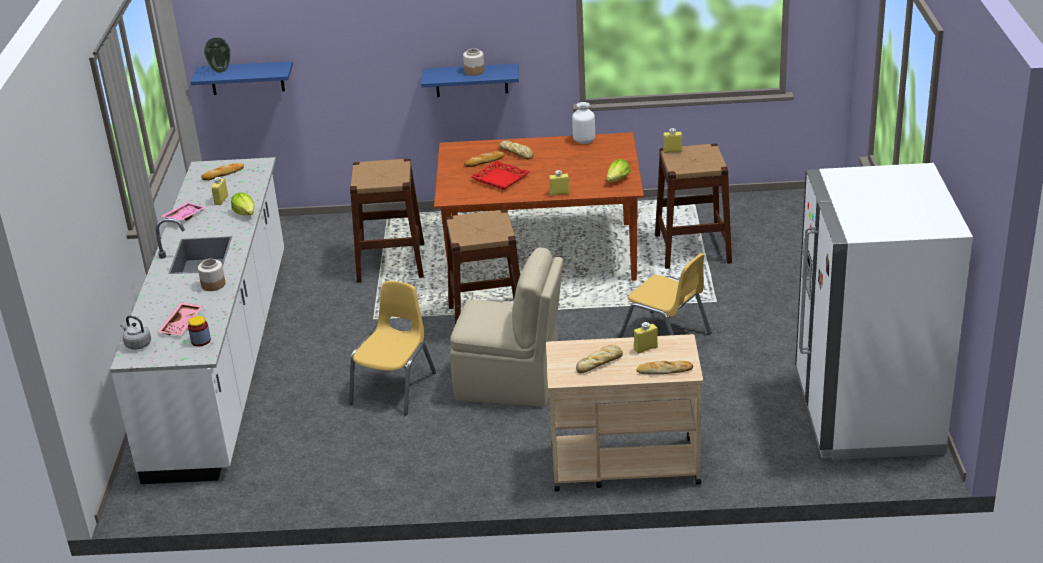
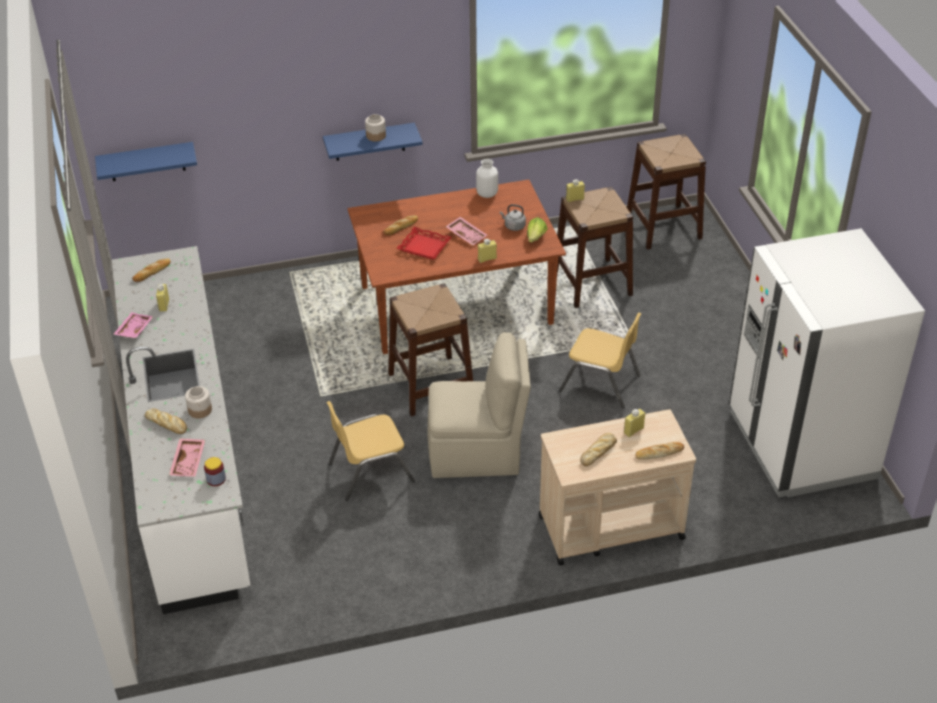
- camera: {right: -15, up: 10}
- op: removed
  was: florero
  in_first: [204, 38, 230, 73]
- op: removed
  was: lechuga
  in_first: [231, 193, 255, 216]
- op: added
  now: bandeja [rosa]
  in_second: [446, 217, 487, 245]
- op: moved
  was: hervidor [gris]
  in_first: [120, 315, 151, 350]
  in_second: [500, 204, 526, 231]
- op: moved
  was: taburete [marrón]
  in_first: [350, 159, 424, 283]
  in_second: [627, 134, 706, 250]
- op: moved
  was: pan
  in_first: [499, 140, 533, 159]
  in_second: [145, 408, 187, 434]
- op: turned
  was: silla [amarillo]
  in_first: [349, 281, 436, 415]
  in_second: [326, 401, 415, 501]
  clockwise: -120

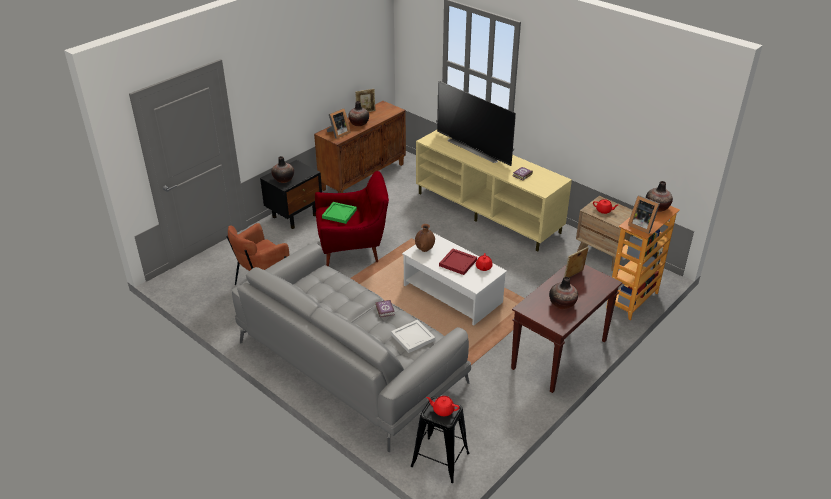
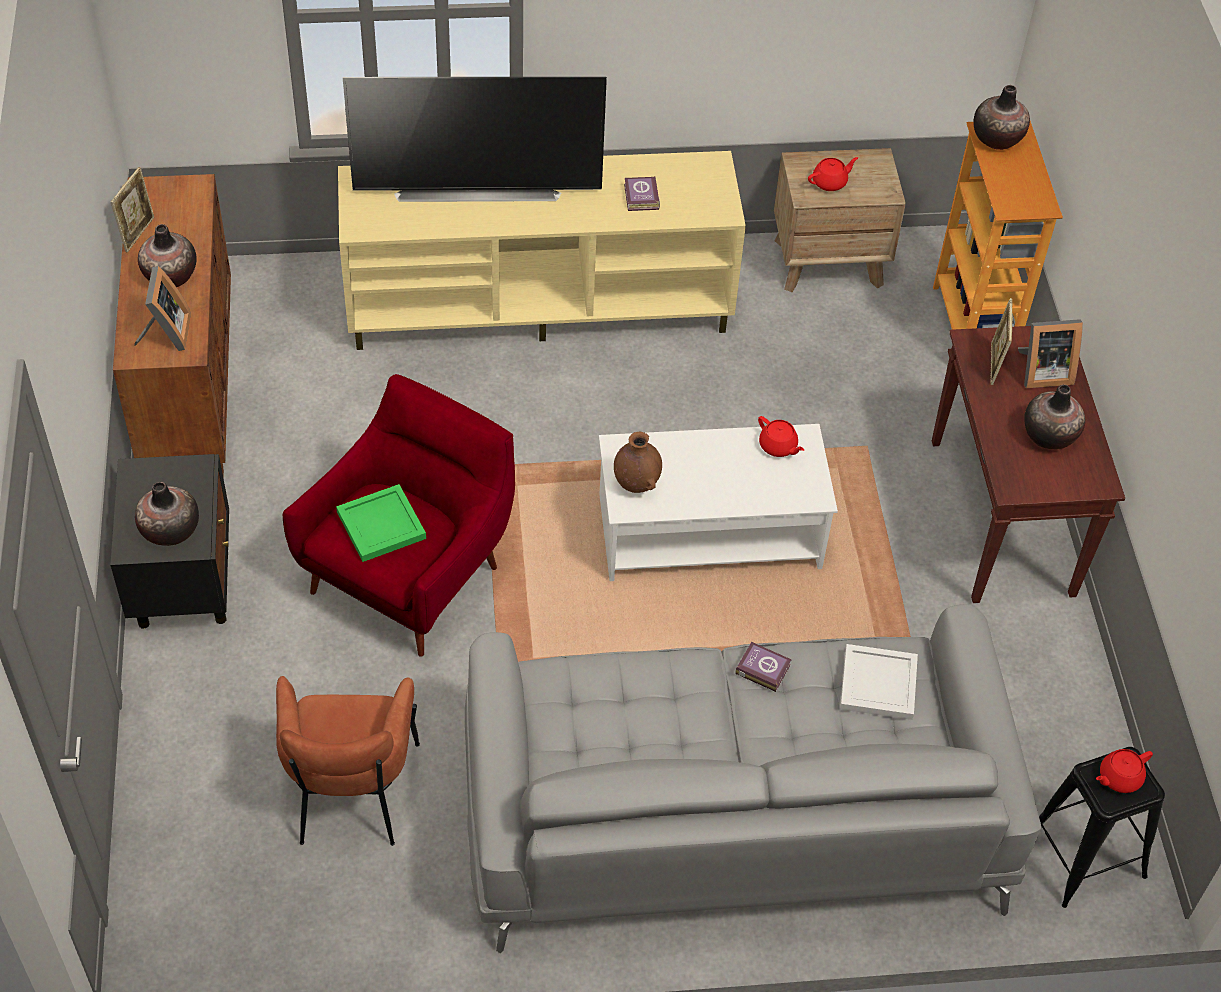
- camera: {right: -50, up: 15}
- op: removed
  was: bandeja [rojo]
  in_first: [439, 249, 477, 275]
- op: moved
  was: portarretratos
  in_first: [628, 195, 660, 234]
  in_second: [1018, 319, 1083, 388]

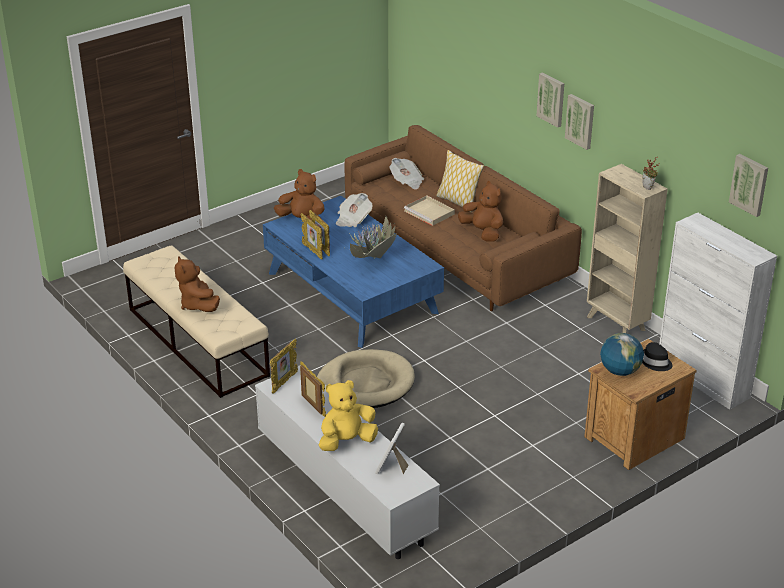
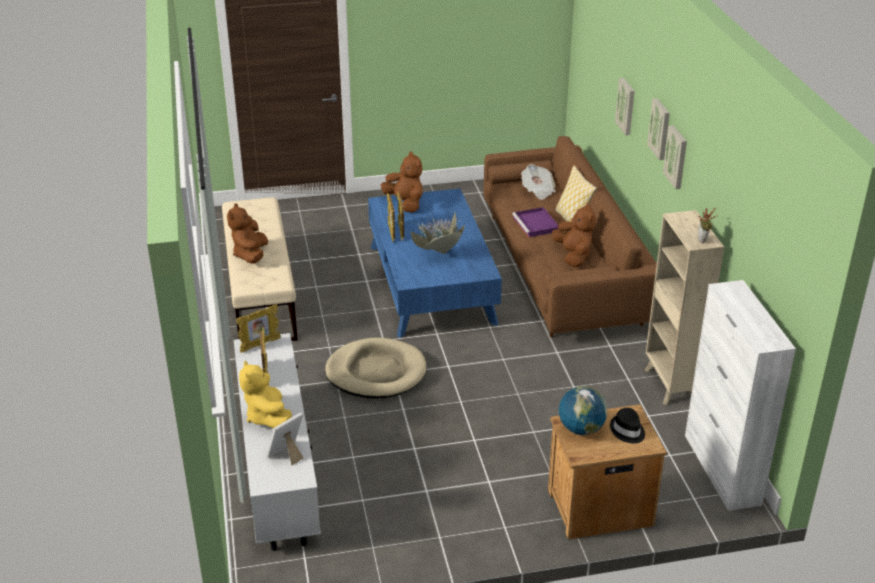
- camera: {right: 25, up: 0}
- op: removed
  was: periódico
  in_first: [336, 193, 373, 227]
- op: moved
  was: cuadro
  in_first: [729, 154, 768, 217]
  in_second: [615, 78, 634, 135]
- op: recoloured
  was: bandeja [beis]
  now: bandeja [morado]
  in_first: [404, 195, 455, 226]
  in_second: [512, 207, 558, 237]
- op: turned
  was: peluche [amarillo]
  in_first: [319, 380, 378, 451]
  in_second: [239, 360, 292, 429]
  clockwise: -105

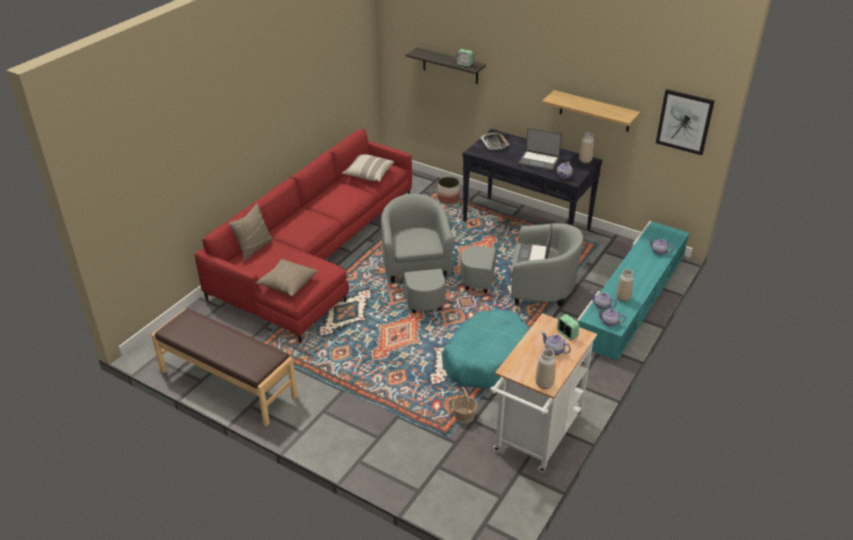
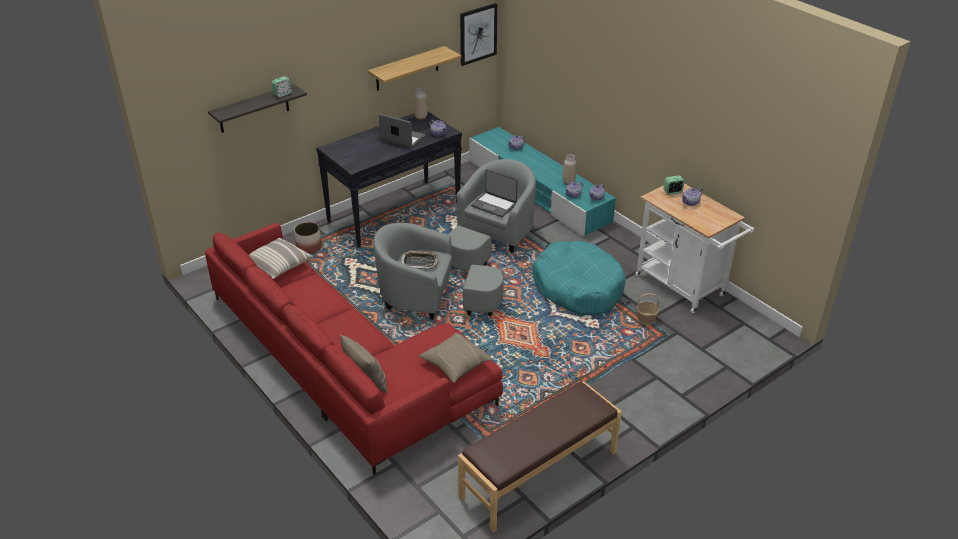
- camera: {right: -70, up: 0}
- op: removed
  was: florero
  in_first: [535, 349, 556, 389]
- op: moved
  was: bandeja
  in_first: [480, 132, 510, 150]
  in_second: [400, 250, 439, 270]
- op: turned
  was: portátil
  in_first: [518, 128, 562, 171]
  in_second: [379, 114, 426, 148]
  clockwise: -105

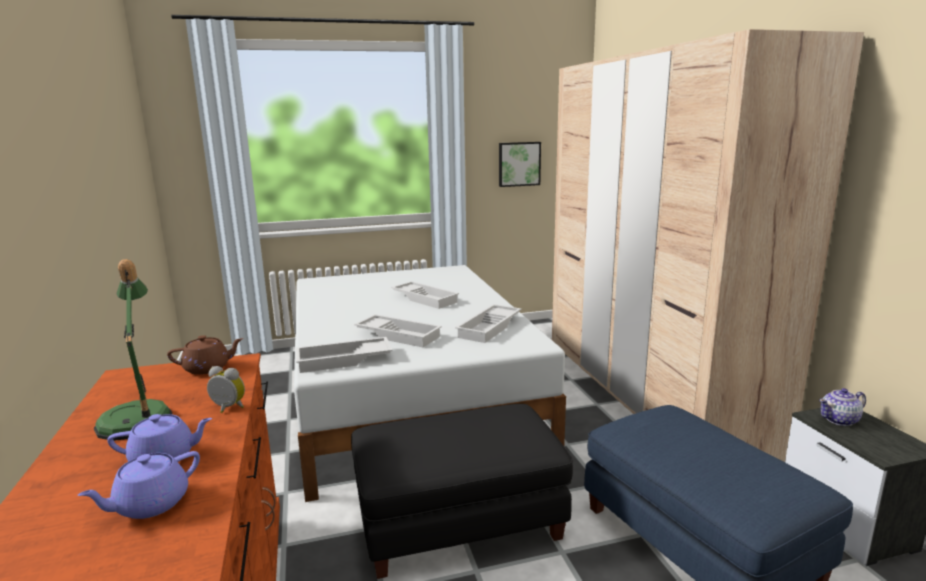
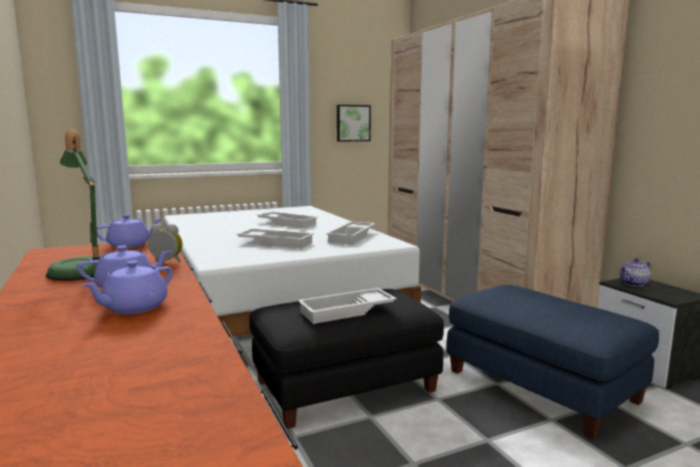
- camera: {right: -10, up: -5}
- op: moved
  was: bandeja [blanco]
  in_first: [296, 337, 392, 373]
  in_second: [298, 288, 396, 324]
- op: recoloured
  was: tetera [marrón]
  now: tetera [morado]
  in_first: [167, 335, 243, 375]
  in_second: [97, 215, 162, 248]

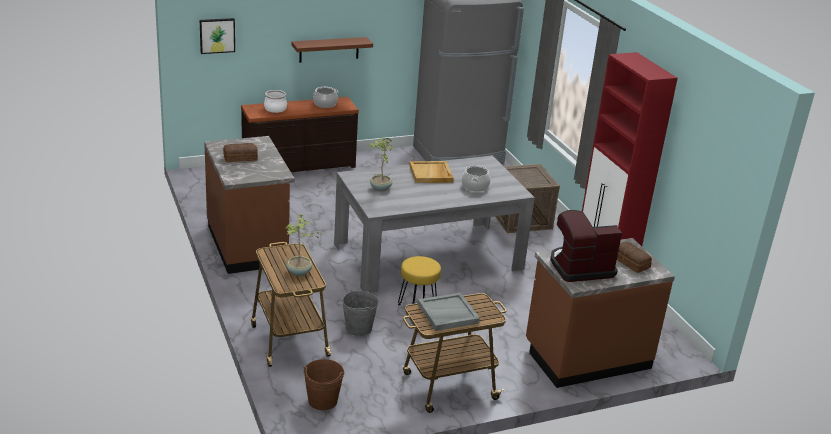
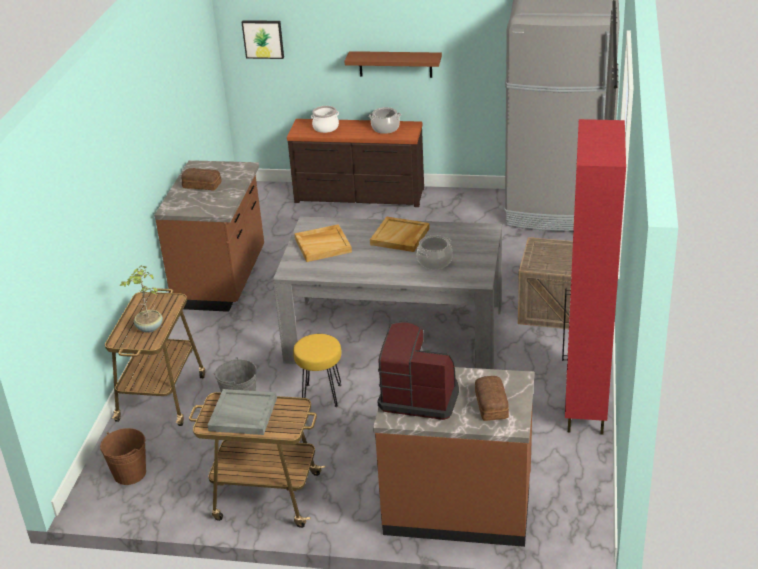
- camera: {right: 35, up: 5}
- op: replaced
  was: planta en maceta
  now: bandeja [beis]
  in_first: [369, 138, 392, 191]
  in_second: [294, 224, 352, 262]

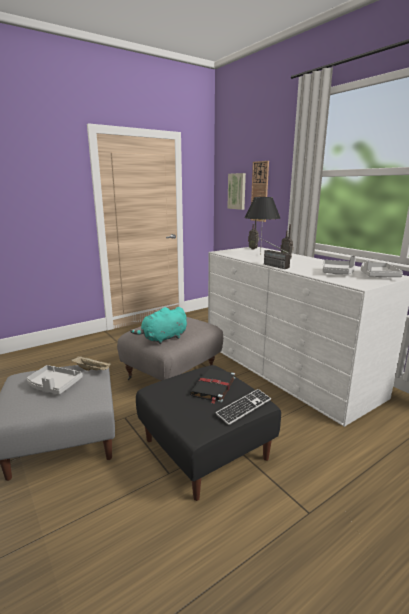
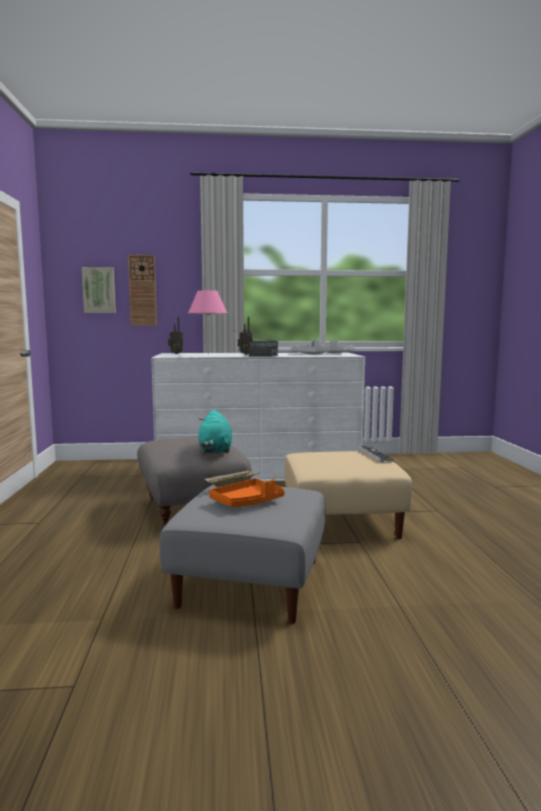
- camera: {right: -60, up: -10}
- op: removed
  was: libro [negro]
  in_first: [190, 369, 235, 404]
- op: recoloured
  was: bandeja [gris]
  now: bandeja [naranja]
  in_first: [27, 365, 83, 394]
  in_second: [209, 478, 285, 507]
- op: recoloured
  was: puf [negro]
  now: puf [beis]
  in_first: [136, 365, 281, 501]
  in_second: [285, 451, 412, 539]
- op: recoloured
  was: lámpara de mesa [negro]
  now: lámpara de mesa [rosa]
  in_first: [244, 197, 280, 255]
  in_second: [188, 290, 227, 355]

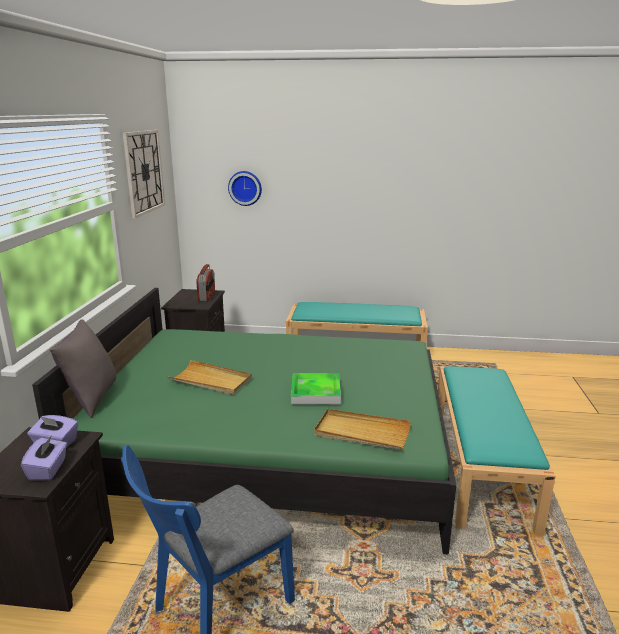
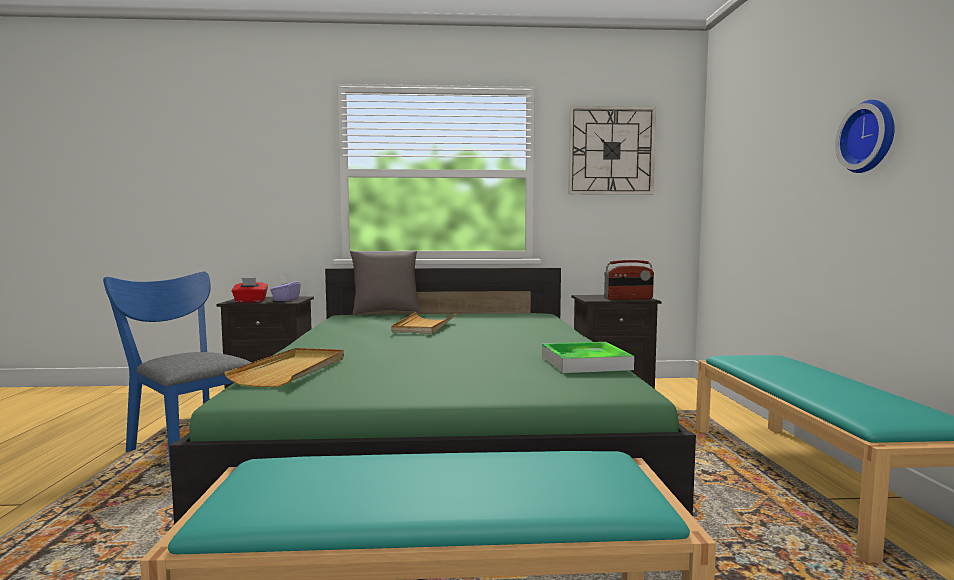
- camera: {right: 80, up: -15}
- op: moved
  was: reloj de pared
  in_first: [228, 171, 262, 206]
  in_second: [835, 100, 895, 173]
- op: moved
  was: bandeja
  in_first: [291, 373, 341, 405]
  in_second: [542, 342, 634, 373]
- op: recoloured
  was: caja de pañuelos [morado]
  now: caja de pañuelos [rojo]
  in_first: [21, 435, 67, 481]
  in_second: [232, 278, 268, 303]

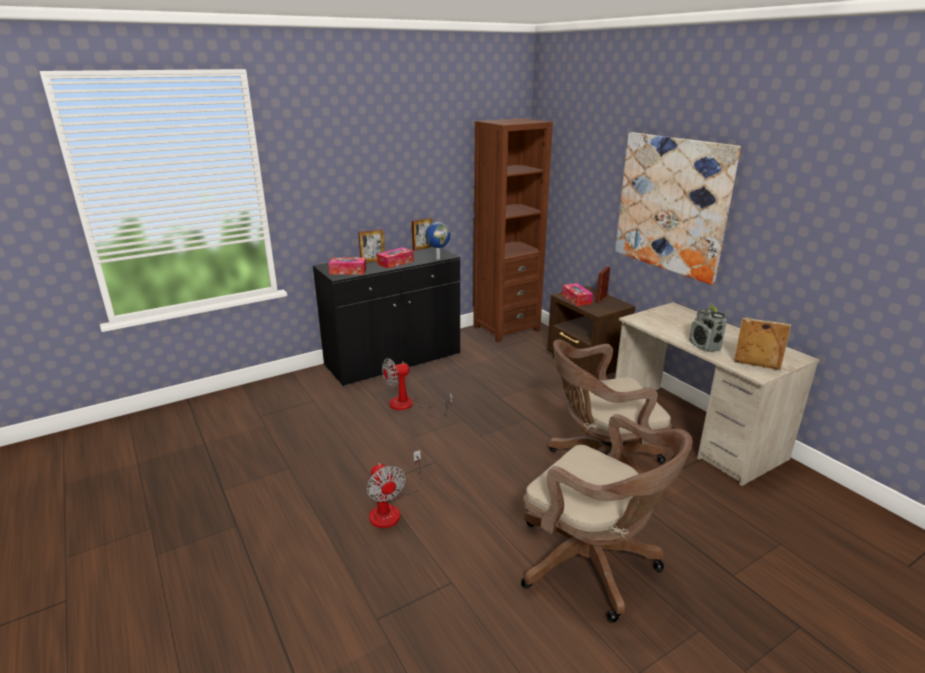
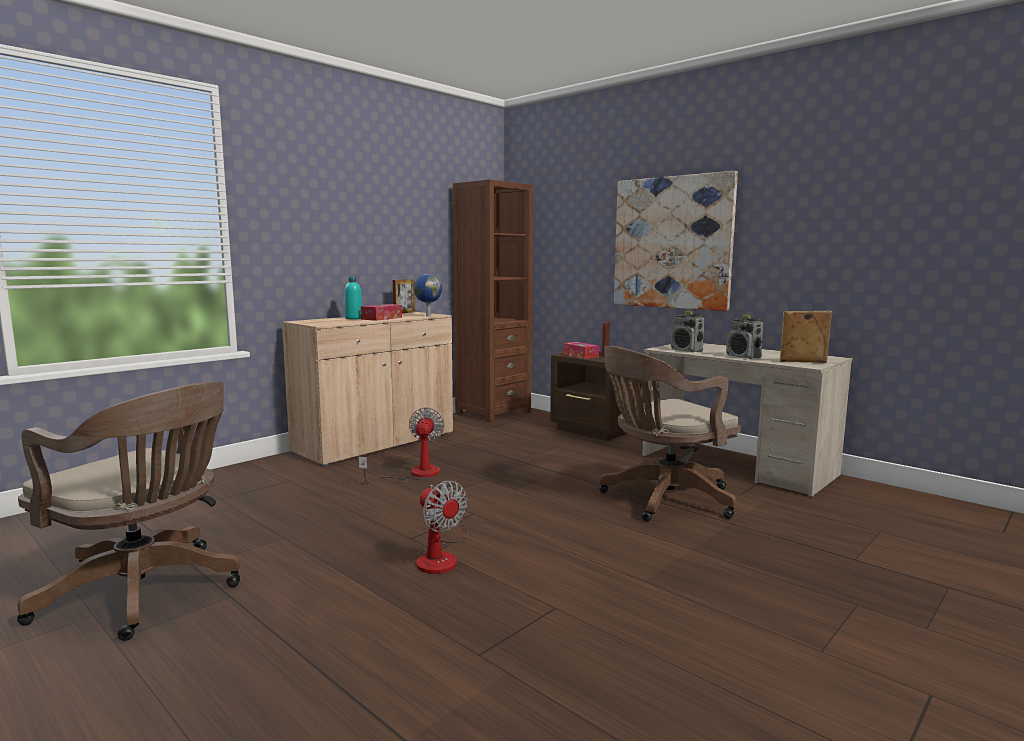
- camera: {right: -15, up: -15}
- op: removed
  was: caja de pañuelos
  in_first: [328, 257, 367, 275]
- op: added
  now: radio
  in_second: [671, 311, 705, 352]
- op: moved
  was: silla de oficina [marrón]
  in_first: [521, 414, 693, 623]
  in_second: [17, 382, 240, 641]
- op: replaced
  was: portarretratos
  now: botella [turquesa]
  in_first: [358, 229, 385, 263]
  in_second: [345, 277, 362, 319]
- op: recoloured
  was: armario [negro]
  now: armario [beis]
  in_first: [313, 247, 460, 387]
  in_second: [282, 312, 453, 467]
- op: turned
  was: ventilador
  in_first: [382, 358, 453, 417]
  in_second: [359, 407, 444, 483]
  clockwise: 135

